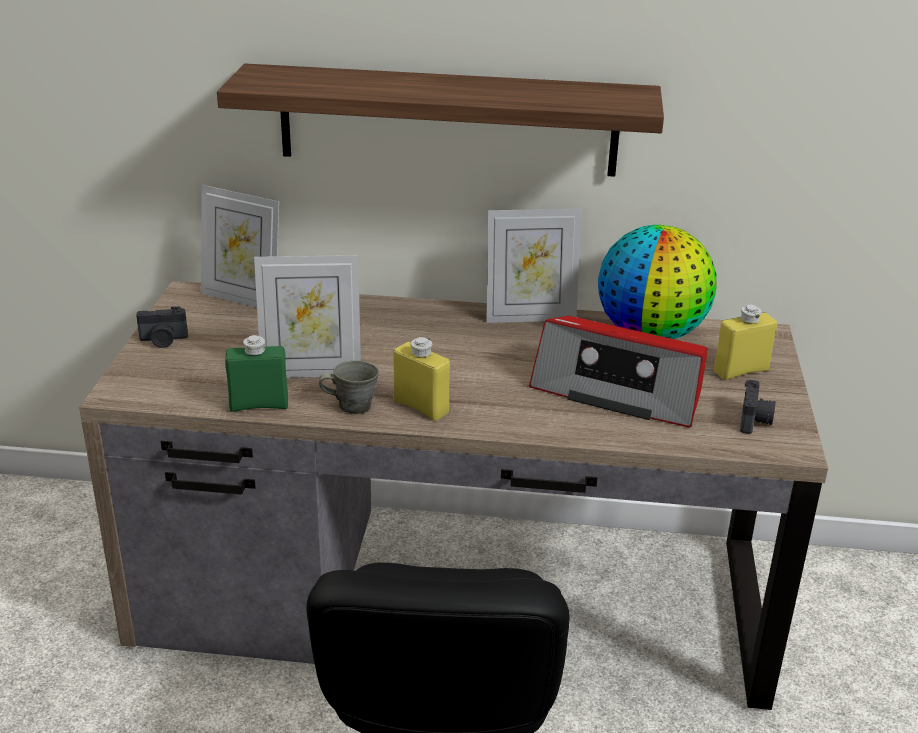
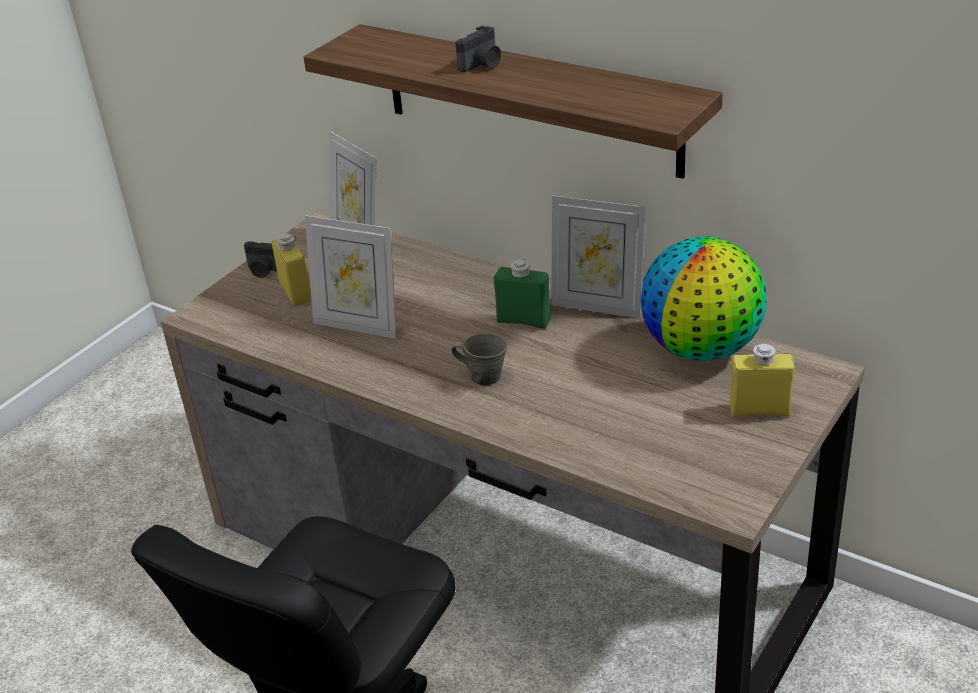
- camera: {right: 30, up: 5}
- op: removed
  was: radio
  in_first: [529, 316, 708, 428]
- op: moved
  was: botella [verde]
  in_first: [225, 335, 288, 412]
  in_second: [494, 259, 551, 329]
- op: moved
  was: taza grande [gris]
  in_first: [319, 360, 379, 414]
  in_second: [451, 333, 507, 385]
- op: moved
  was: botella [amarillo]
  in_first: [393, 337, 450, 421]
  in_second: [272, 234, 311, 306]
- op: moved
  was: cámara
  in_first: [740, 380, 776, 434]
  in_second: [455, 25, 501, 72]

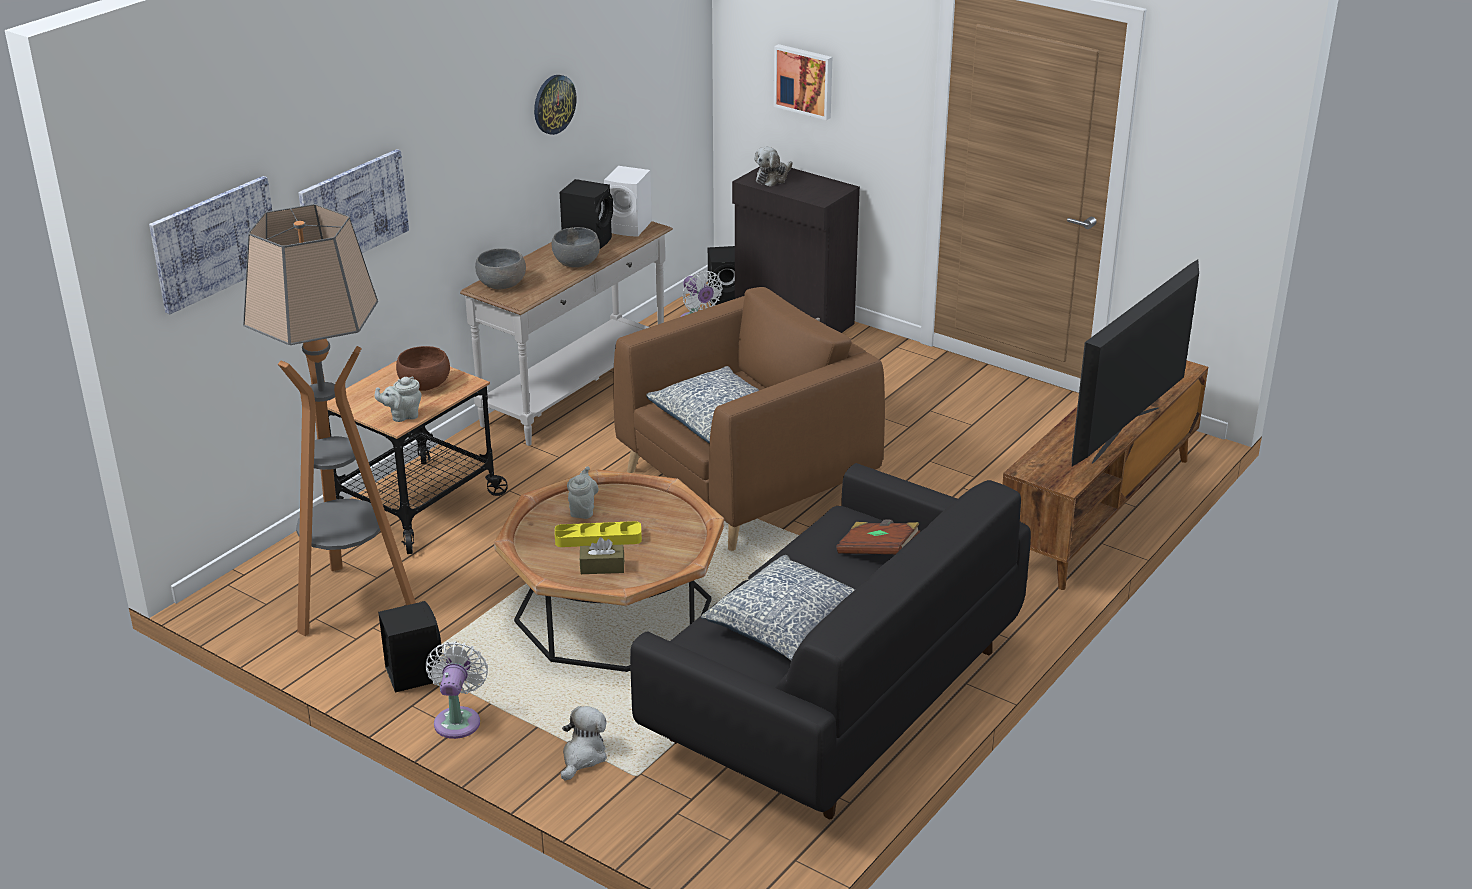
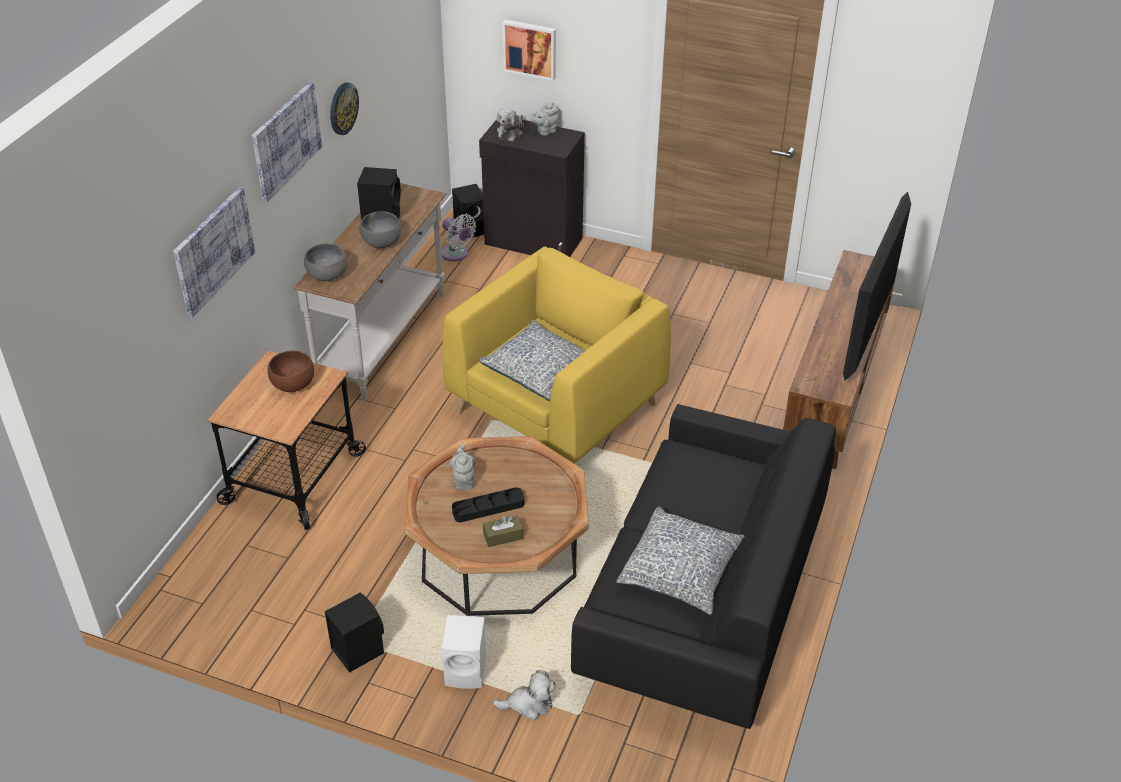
- camera: {right: -15, up: 10}
- op: removed
  was: lámpara de pie
  in_first: [243, 204, 416, 636]
- op: removed
  was: ventilador [blanco]
  in_first: [426, 641, 488, 739]
- op: removed
  was: libro [marrón]
  in_first: [836, 519, 920, 554]
- op: moved
  was: cuadro
  in_first: [149, 176, 272, 314]
  in_second: [252, 82, 322, 202]
- op: moved
  was: tetera [gris]
  in_first: [375, 377, 422, 422]
  in_second: [531, 103, 558, 136]
- op: moved
  was: altavoz [blanco]
  in_first: [604, 166, 652, 237]
  in_second: [442, 615, 486, 689]
- op: recoloured
  was: bandeja [amarillo]
  now: bandeja [negro]
  in_first: [555, 521, 642, 547]
  in_second: [452, 487, 525, 522]
- op: recoloured
  was: sillón [marrón]
  now: sillón [amarillo]
  in_first: [613, 287, 885, 551]
  in_second: [443, 247, 671, 464]
- op: turned
  was: peluche
  in_first: [561, 706, 607, 781]
  in_second: [493, 670, 556, 720]
  clockwise: 75

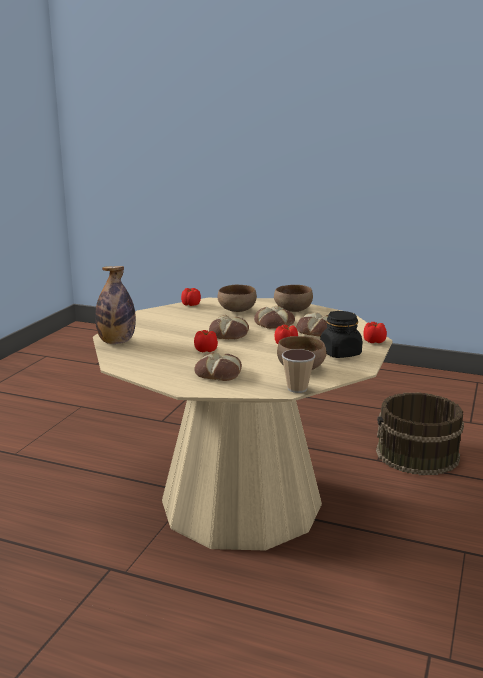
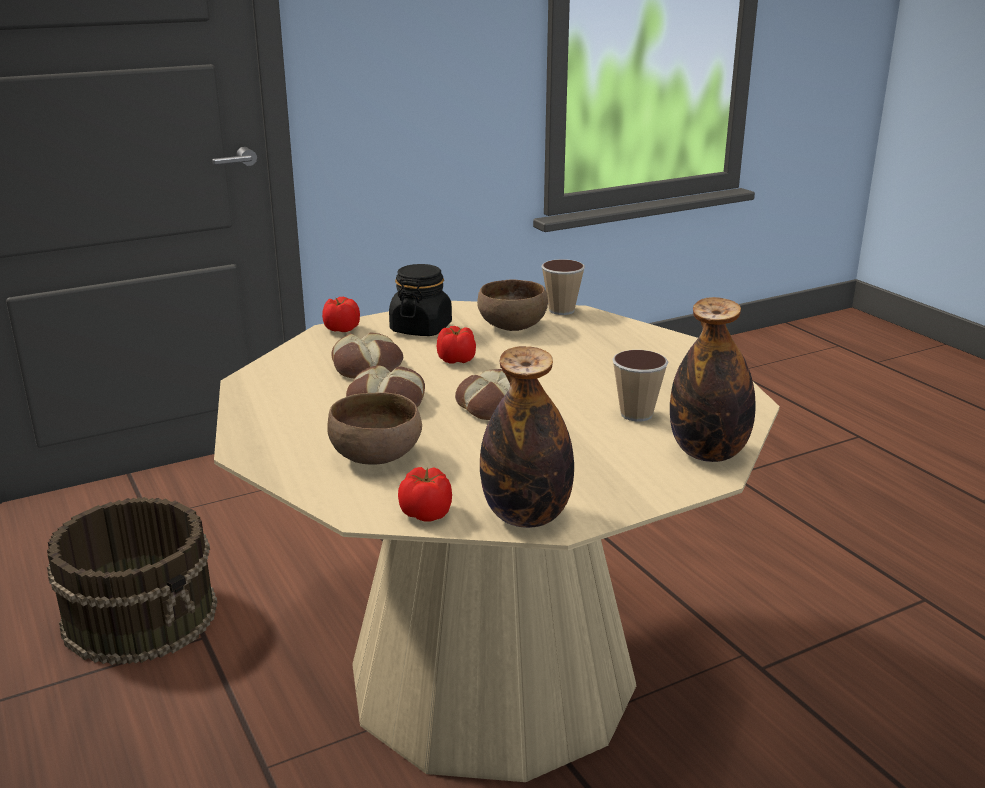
- camera: {right: -140, up: 5}
- op: removed
  was: tomate
  in_first: [194, 330, 218, 352]
- op: removed
  was: pan
  in_first: [194, 352, 242, 381]
- op: removed
  was: cuenco [marrón]
  in_first: [274, 285, 313, 312]
- op: added
  now: botella
  in_second: [480, 346, 574, 528]
- op: added
  now: taza
  in_second: [612, 350, 668, 422]

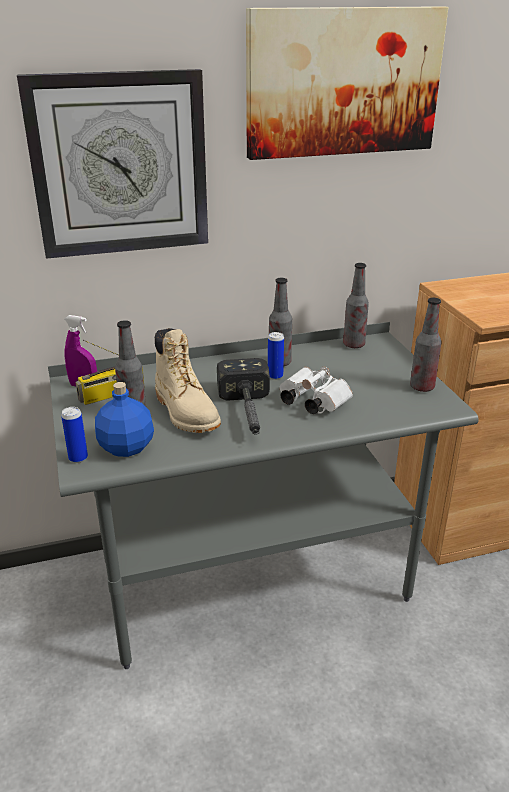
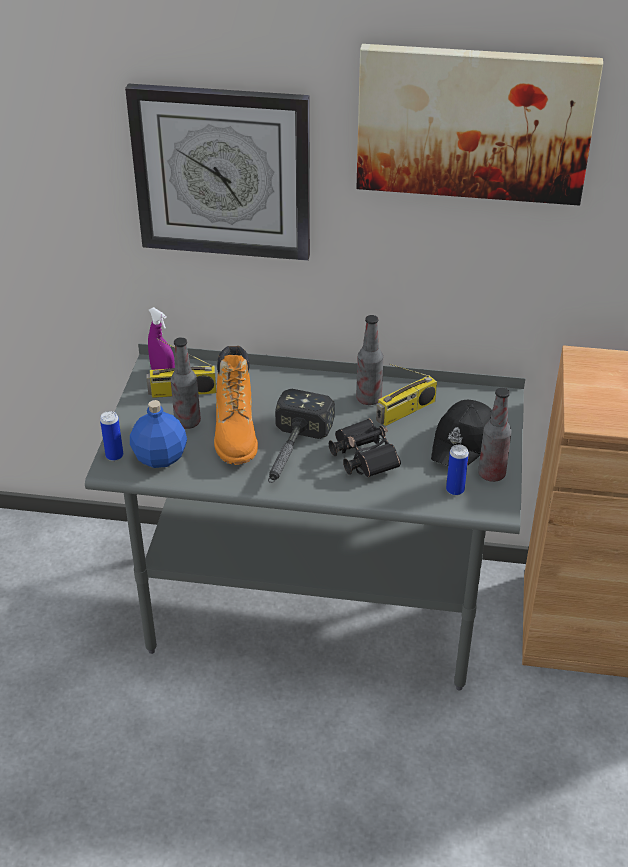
- camera: {right: 25, up: 10}
- op: removed
  was: botella
  in_first: [343, 263, 369, 348]
- op: added
  now: radio
  in_second: [376, 363, 437, 426]
- op: added
  now: gorra [negro]
  in_second: [431, 400, 492, 466]
- op: moved
  was: lata
  in_first: [268, 332, 284, 380]
  in_second: [446, 445, 469, 496]
- op: recoloured
  was: bota [beis]
  now: bota [naranja]
  in_first: [155, 328, 221, 433]
  in_second: [214, 346, 258, 465]
- op: recoloured
  was: prismáticos [blanco]
  now: prismáticos [negro]
  in_first: [279, 367, 353, 414]
  in_second: [329, 419, 401, 477]

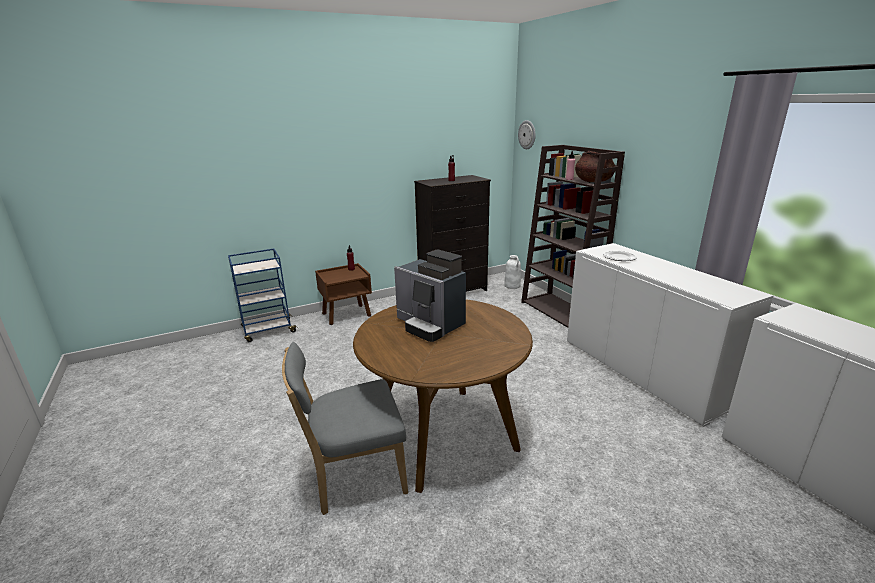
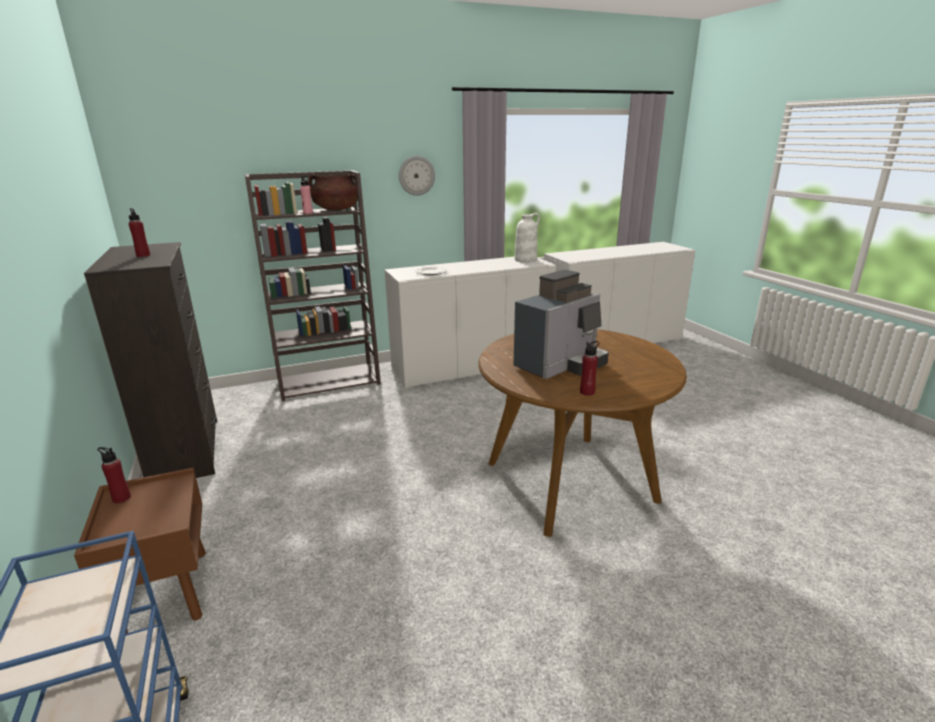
- camera: {right: -85, up: 0}
- op: removed
  was: silla [gris]
  in_first: [282, 342, 408, 515]
- op: added
  now: botella [rojo]
  in_second: [580, 341, 600, 396]
- op: moved
  was: florero [blanco]
  in_first: [504, 255, 521, 289]
  in_second: [515, 213, 540, 263]
- op: moved
  was: reloj de pared
  in_first: [518, 120, 535, 149]
  in_second: [399, 156, 435, 196]

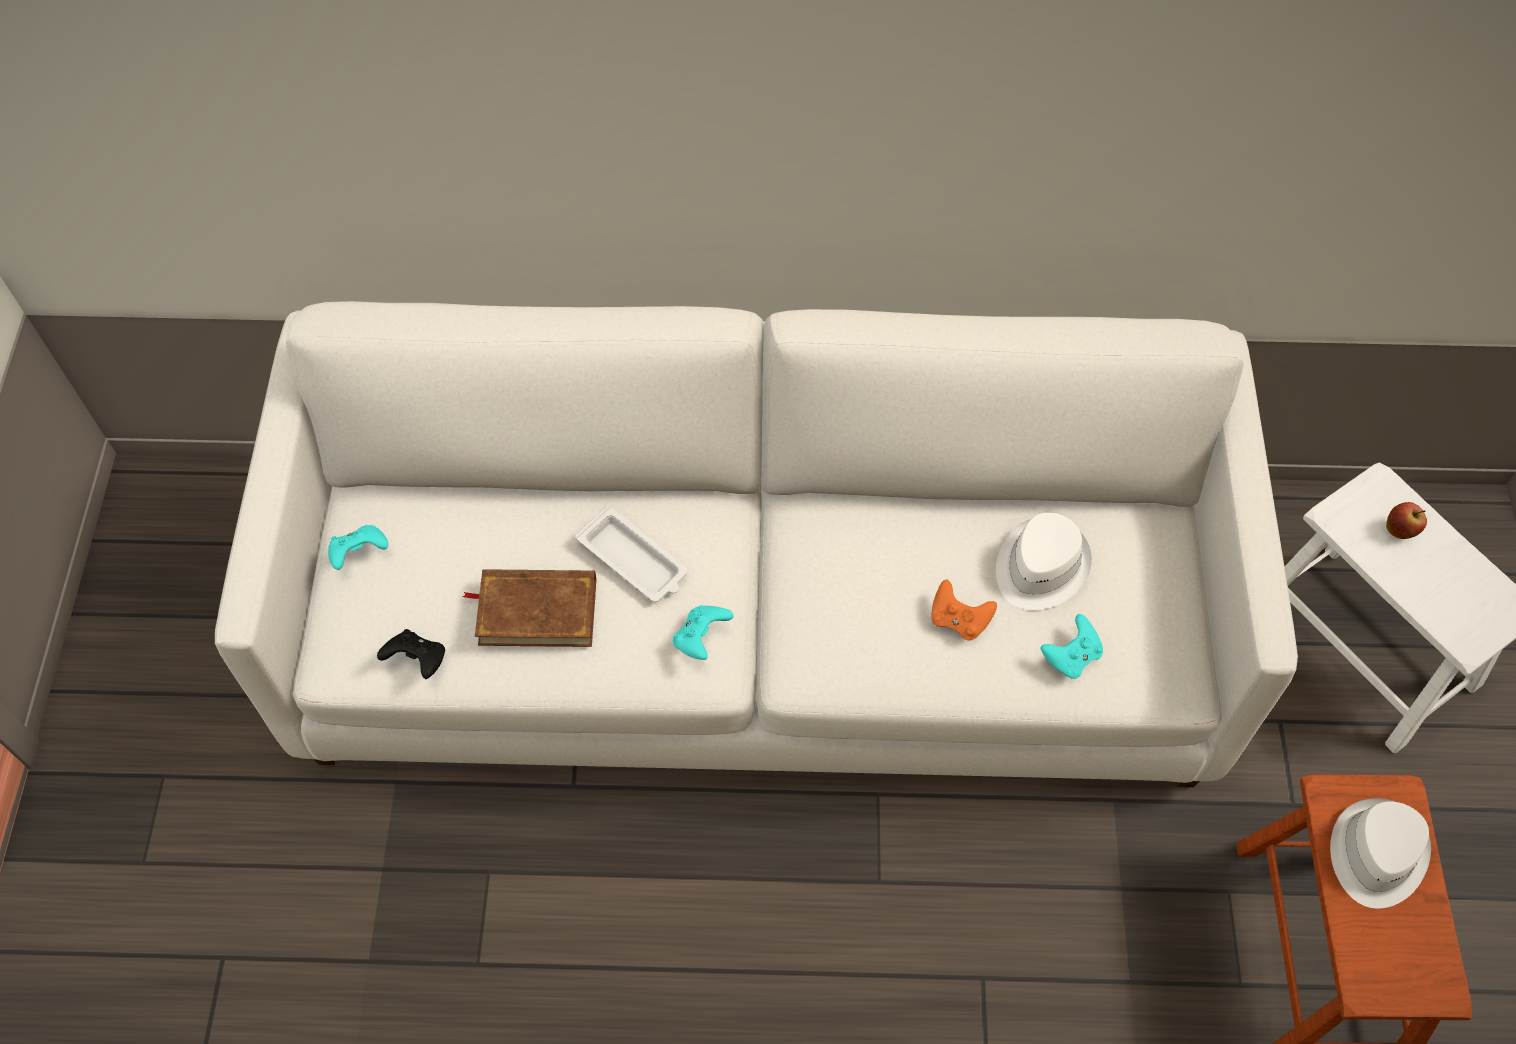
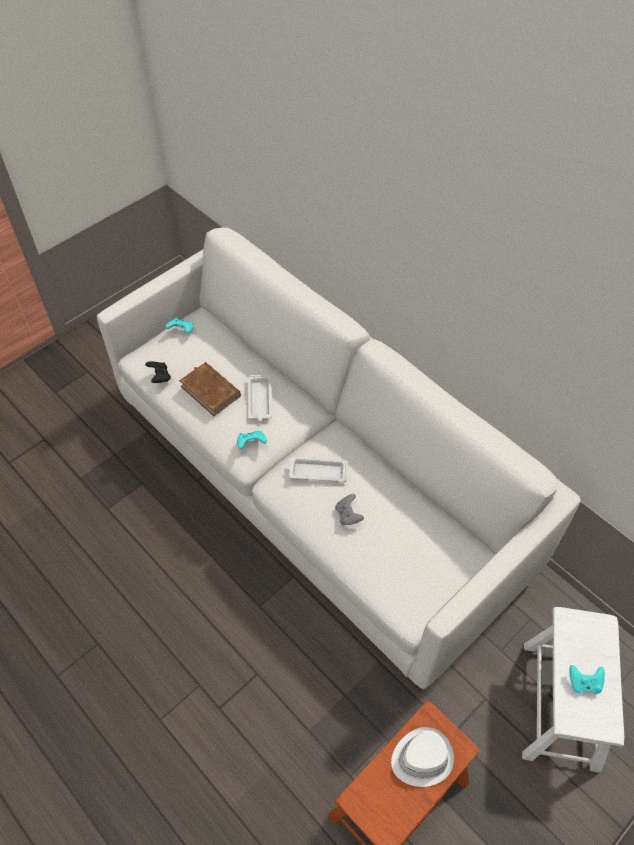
- camera: {right: 45, up: -5}
- op: removed
  was: sombrero [blanco]
  in_first: [996, 513, 1092, 610]
- op: removed
  was: manzana
  in_first: [1386, 502, 1427, 539]
- op: added
  now: bandeja [blanco]
  in_second: [287, 457, 348, 482]
- op: moved
  was: mando de consola [turquesa]
  in_first: [1041, 614, 1103, 679]
  in_second: [569, 665, 605, 694]
- op: recoloured
  was: mando de consola [naranja]
  now: mando de consola [gris]
  in_first: [931, 580, 997, 641]
  in_second: [335, 494, 364, 525]

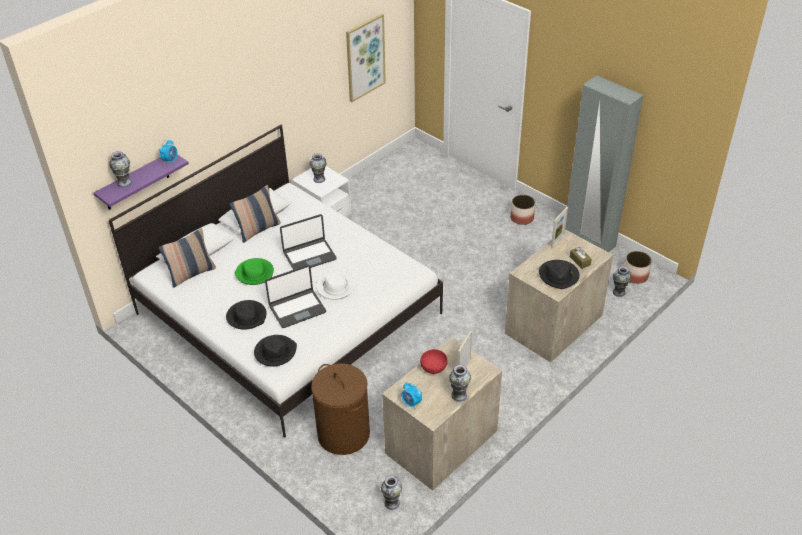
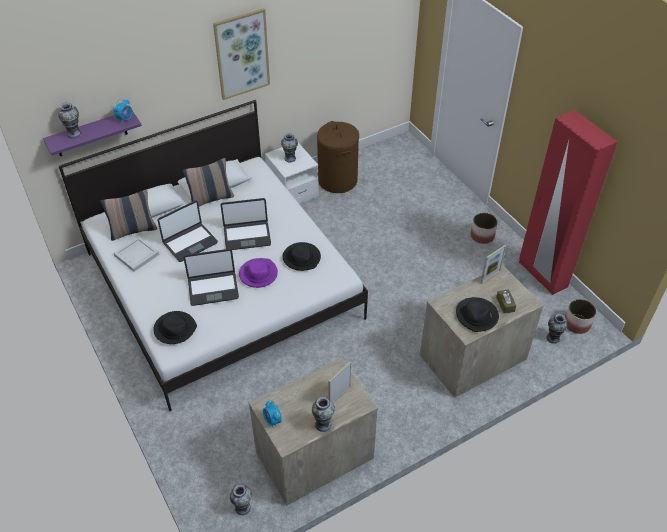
- camera: {right: 15, up: 5}
- op: removed
  was: cuenco [rojo]
  in_first: [420, 349, 448, 374]
- op: added
  now: bandeja [blanco]
  in_second: [114, 236, 159, 272]
- op: moved
  was: sombrero [negro]
  in_first: [226, 300, 267, 330]
  in_second: [282, 242, 321, 271]
- op: moved
  was: cesto de la ropa [marrón]
  in_first: [311, 363, 370, 455]
  in_second: [317, 121, 359, 193]
- op: moved
  was: cuadro
  in_first: [346, 14, 386, 102]
  in_second: [213, 8, 270, 100]
- op: replaced
  was: sombrero [verde]
  now: portátil
  in_first: [235, 258, 274, 285]
  in_second: [157, 200, 218, 262]
- op: recoloured
  was: sombrero [blanco]
  now: sombrero [morado]
  in_first: [316, 271, 355, 300]
  in_second: [239, 258, 278, 288]
- op: recoloured
  was: armario ropero [gris]
  now: armario ropero [rojo]
  in_first: [565, 75, 643, 252]
  in_second: [519, 110, 617, 295]

